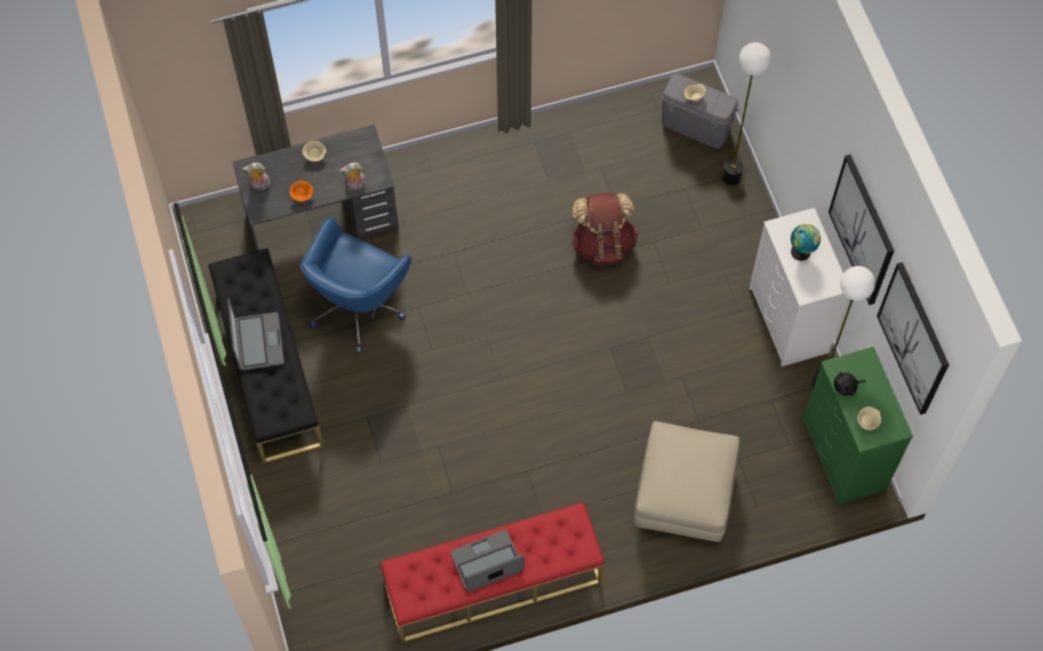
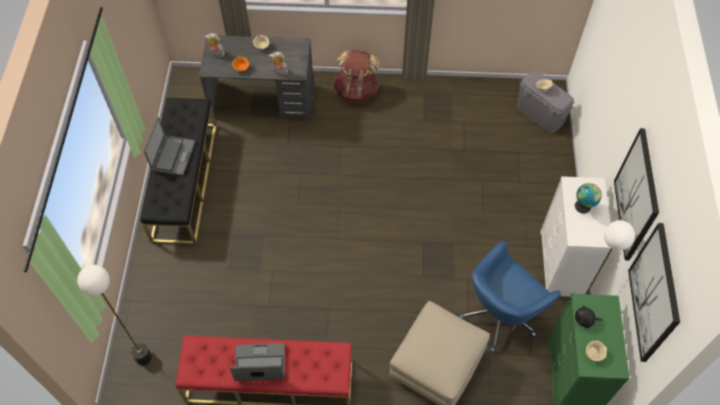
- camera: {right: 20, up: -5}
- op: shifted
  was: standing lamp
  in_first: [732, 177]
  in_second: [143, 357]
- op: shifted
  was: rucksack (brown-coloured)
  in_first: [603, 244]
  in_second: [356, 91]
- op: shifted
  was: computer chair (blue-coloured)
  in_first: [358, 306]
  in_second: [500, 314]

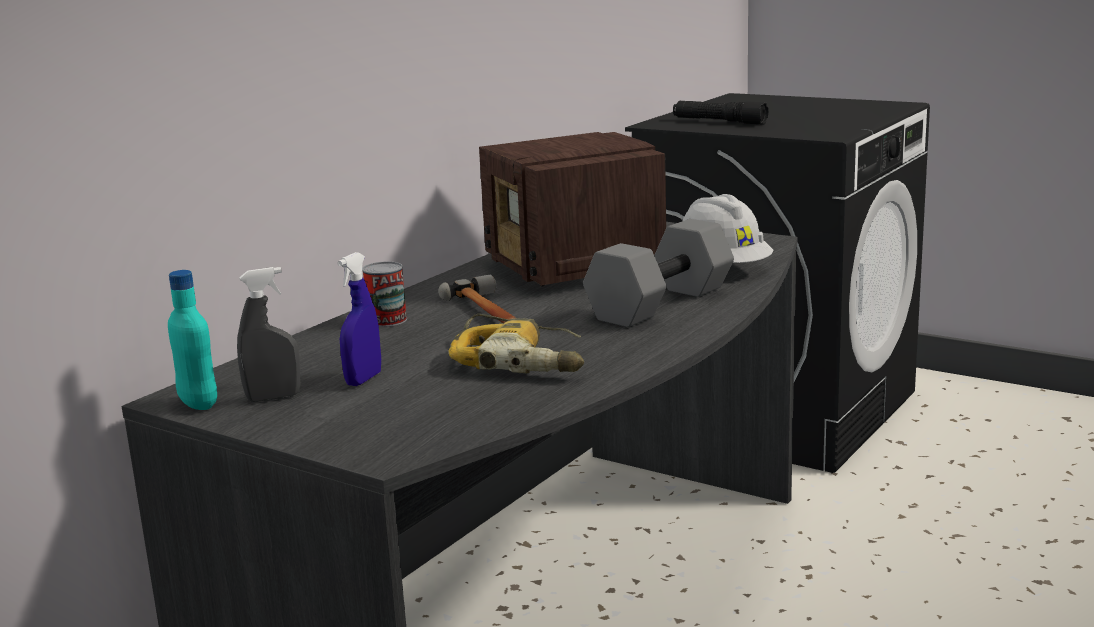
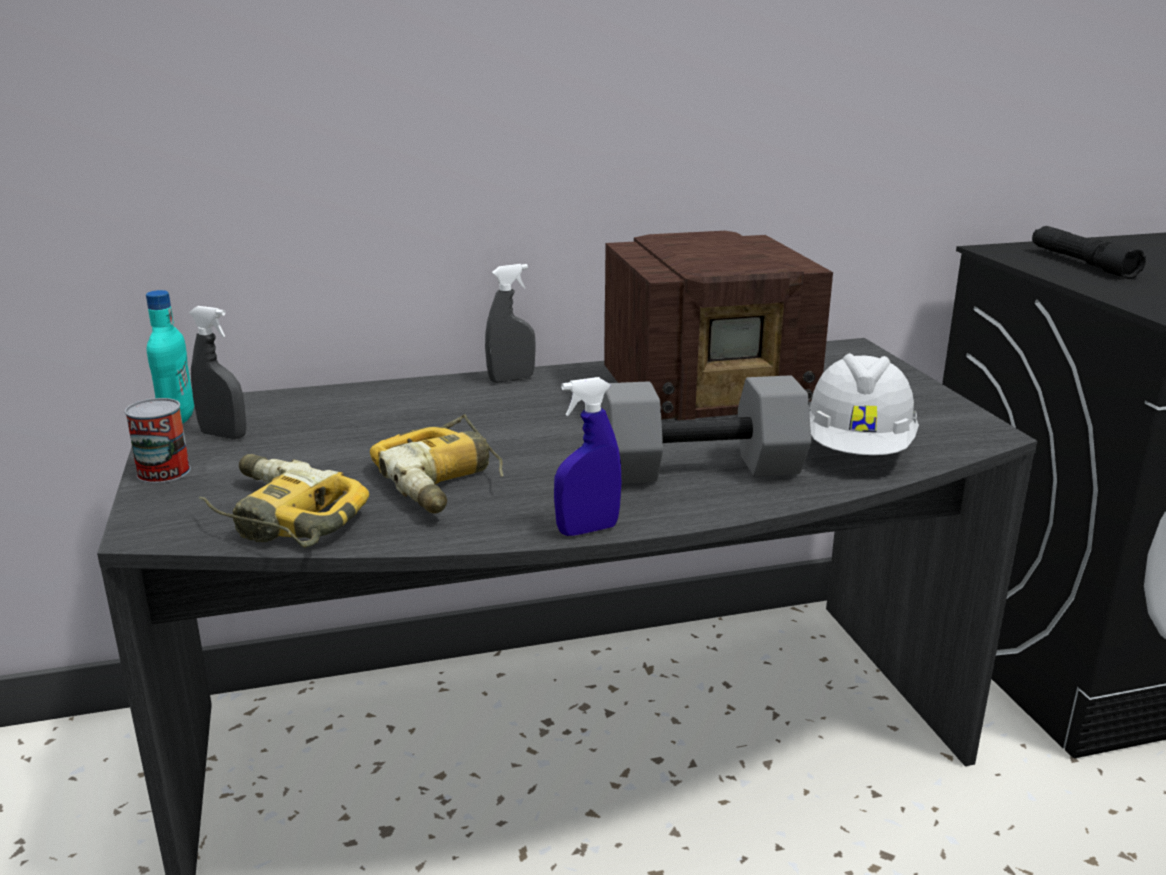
- camera: {right: 40, up: 5}
- op: rotated
  was: radio set
  in_first: [574, 268]
  in_second: [710, 396]
  clockwise: -120
- op: shifted
  was: spray bottle (blue-coloured)
  in_first: [363, 379]
  in_second: [587, 530]
- op: shifted
  was: can
  in_first: [387, 320]
  in_second: [164, 472]
- op: gone
  was: hammer
  in_first: [488, 312]
- op: new
  now: spray bottle (greyish)
  in_second: [511, 379]
- op: new
  now: electric drill
  in_second: [278, 519]

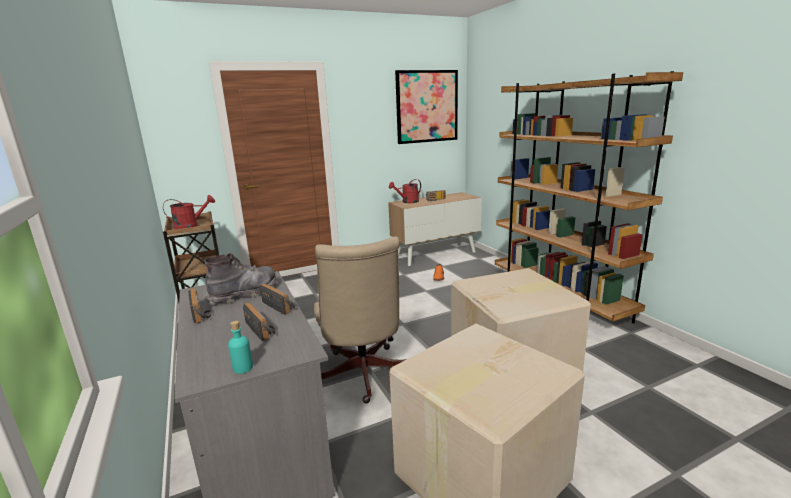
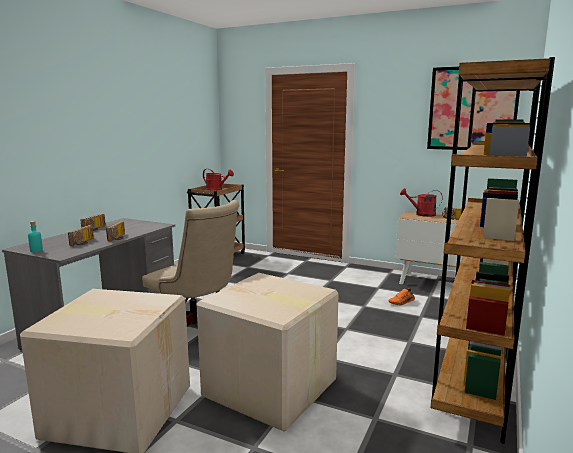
- camera: {right: 50, up: -5}
- op: rotated
  was: computer chair (beige)
  in_first: [363, 376]
  in_second: [197, 330]
  clockwise: -90
- op: gone
  was: tall boot (greyish)
  in_first: [245, 293]

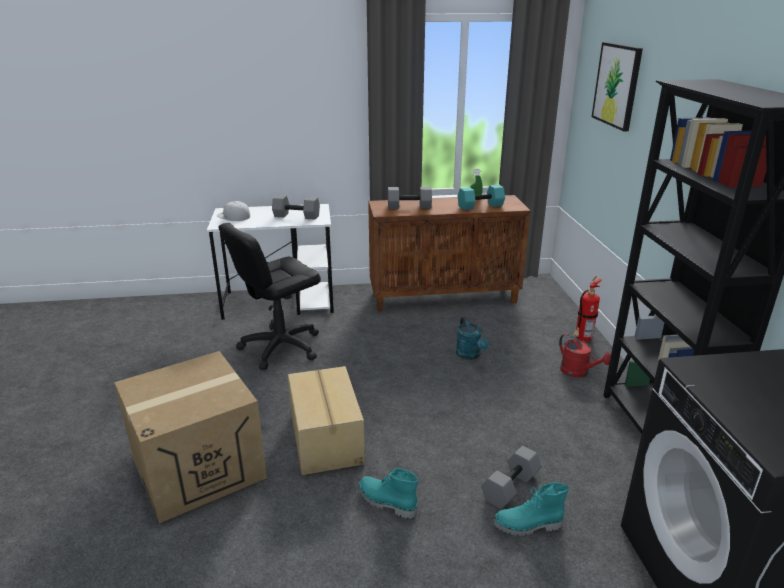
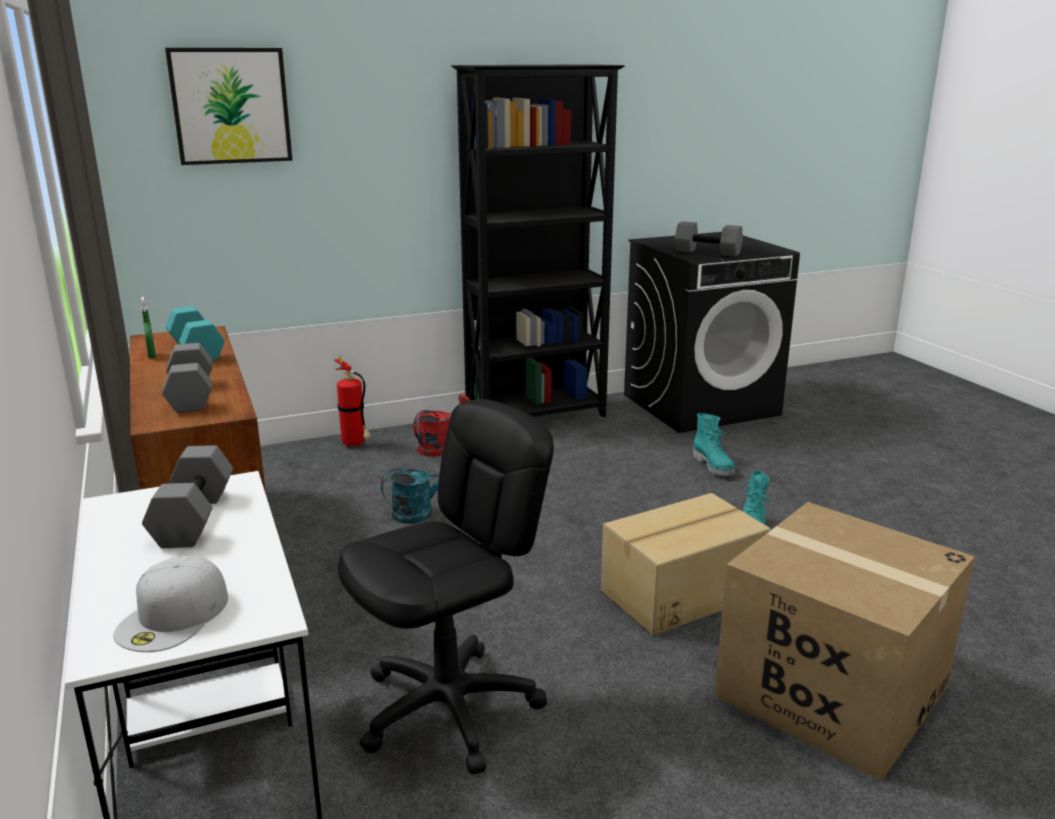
- camera: {right: -105, up: -5}
- op: rotated
  was: computer chair (blackish)
  in_first: [280, 347]
  in_second: [449, 709]
  clockwise: -75
- op: shifted
  was: hand weight (greyish)
  in_first: [511, 488]
  in_second: [708, 252]

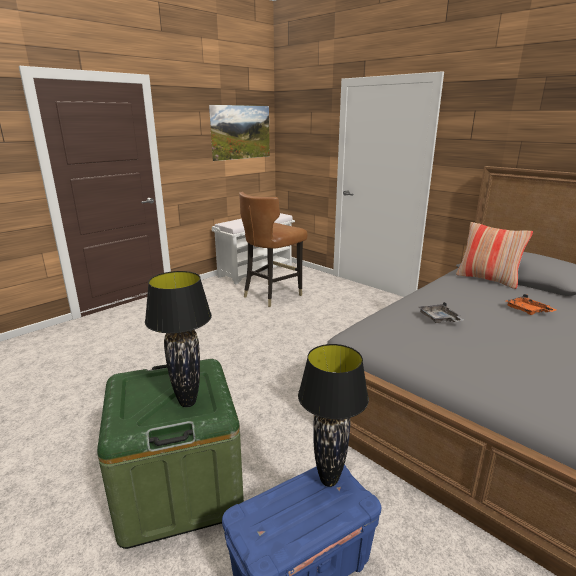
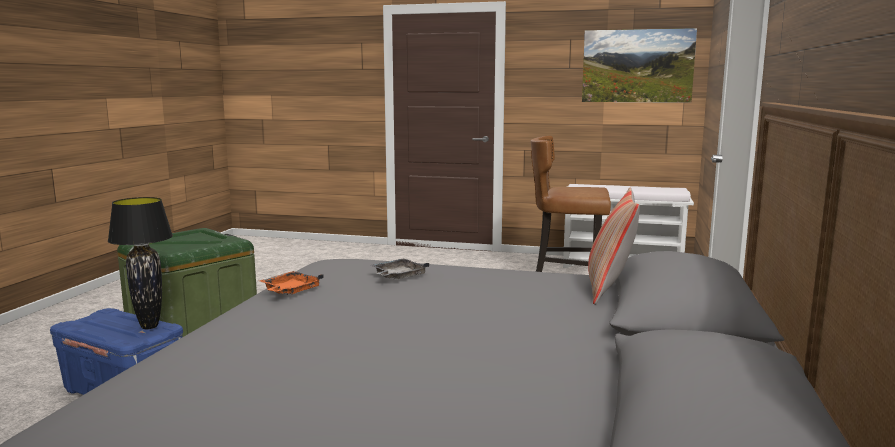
- camera: {right: 60, up: -10}
- op: gone
  was: lamp for a table (blackish)
  in_first: [187, 403]
- op: shifted
  was: tray (orange)
  in_first: [527, 311]
  in_second: [290, 291]

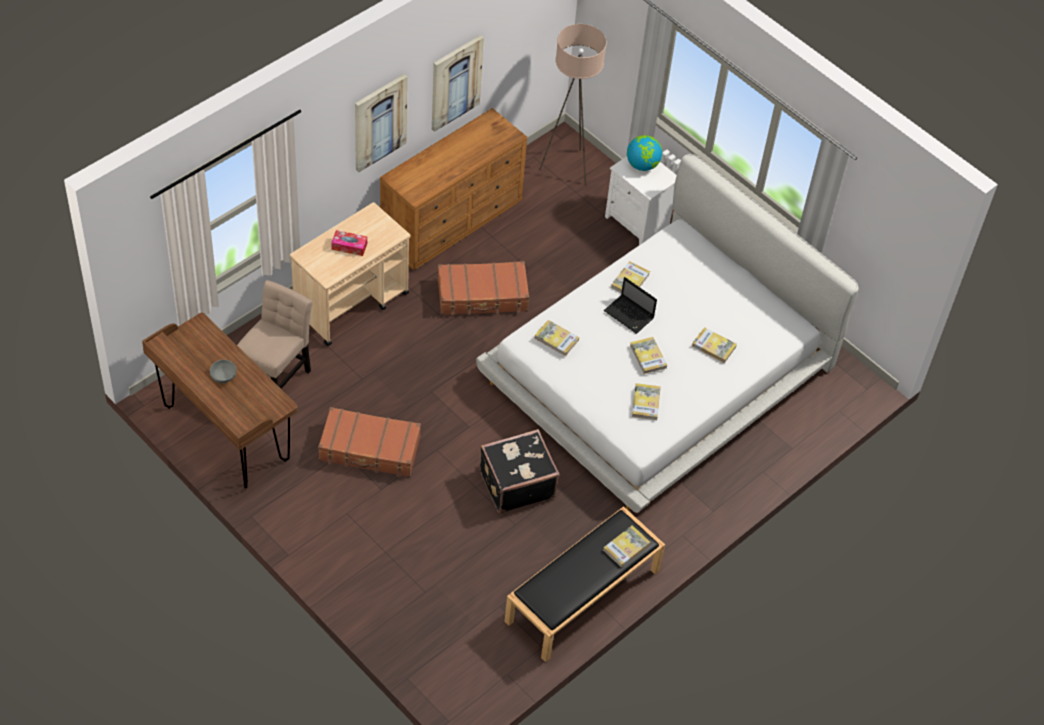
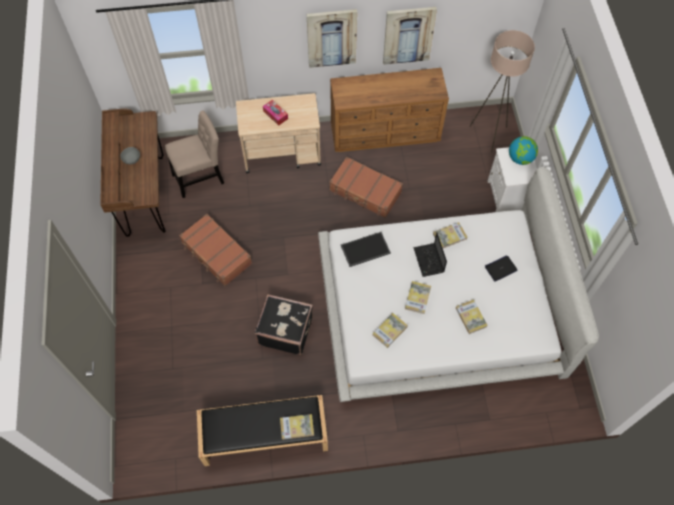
- camera: {right: 40, up: 10}
- op: swapped
  was: book
  now: tray
  in_first: [556, 339]
  in_second: [365, 250]
- op: new
  now: laptop
  in_second: [501, 268]

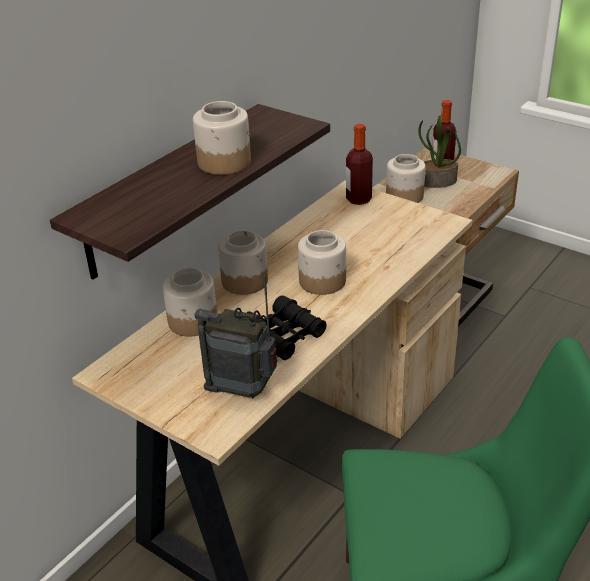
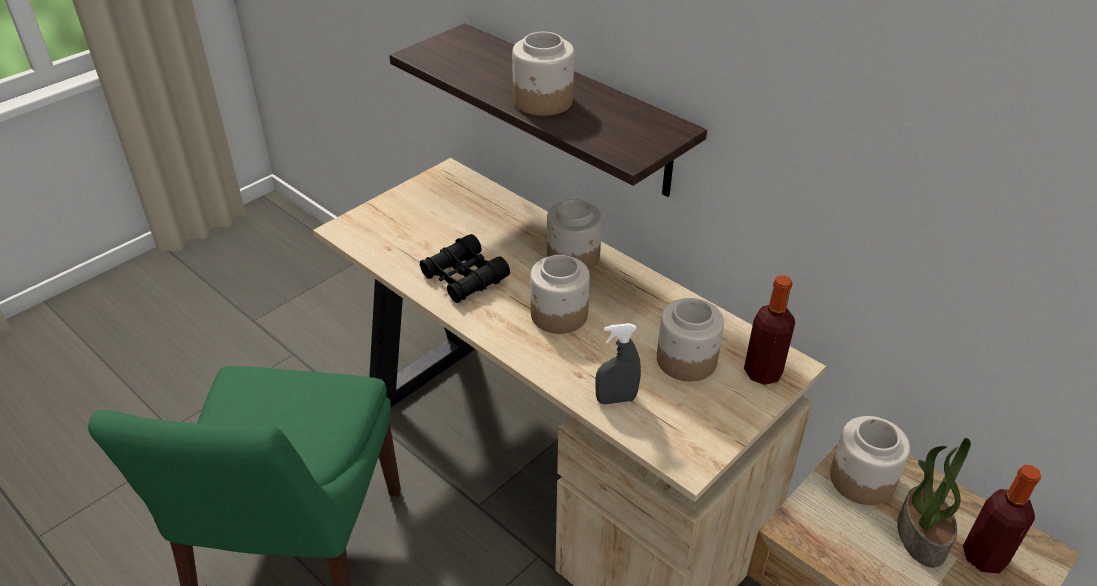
- camera: {right: 95, up: 5}
- op: shifted
  was: jar
  in_first: [193, 321]
  in_second: [685, 360]
- op: gone
  was: radio set
  in_first: [243, 390]
- op: new
  now: spray bottle (greyish)
  in_second: [616, 399]

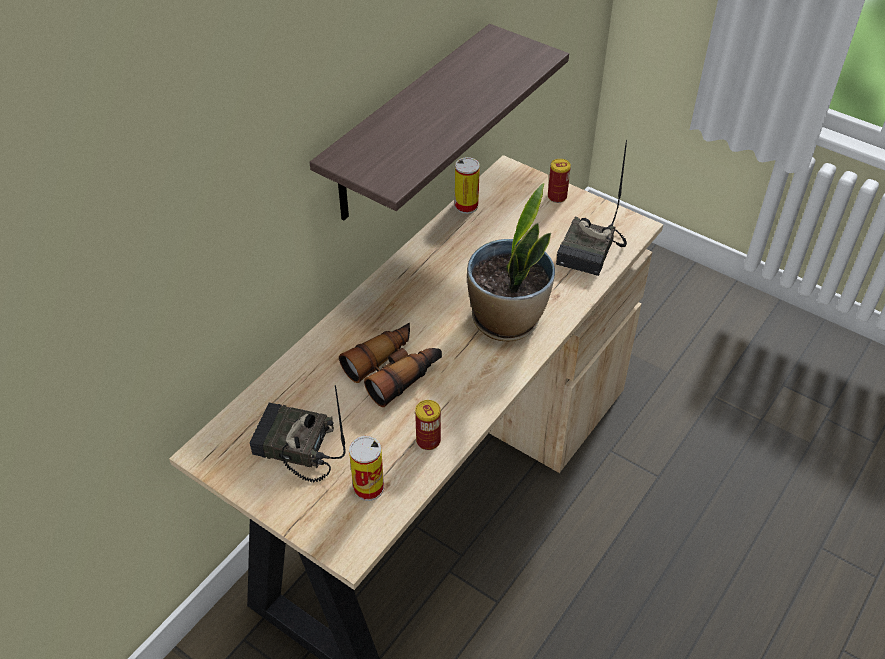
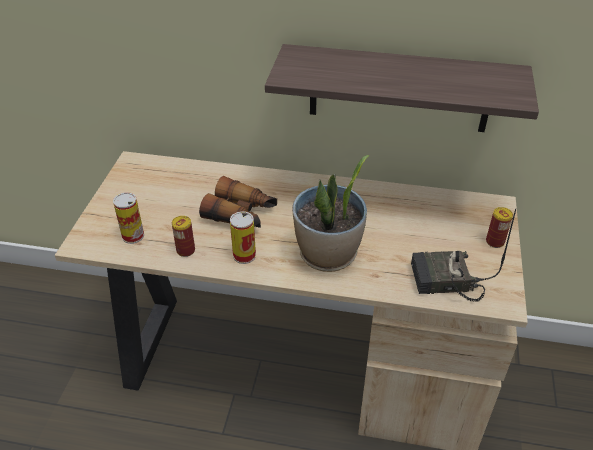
- camera: {right: 65, up: -5}
- op: shifted
  was: can
  in_first: [466, 206]
  in_second: [244, 255]
- op: gone
  was: radio set
  in_first: [294, 448]

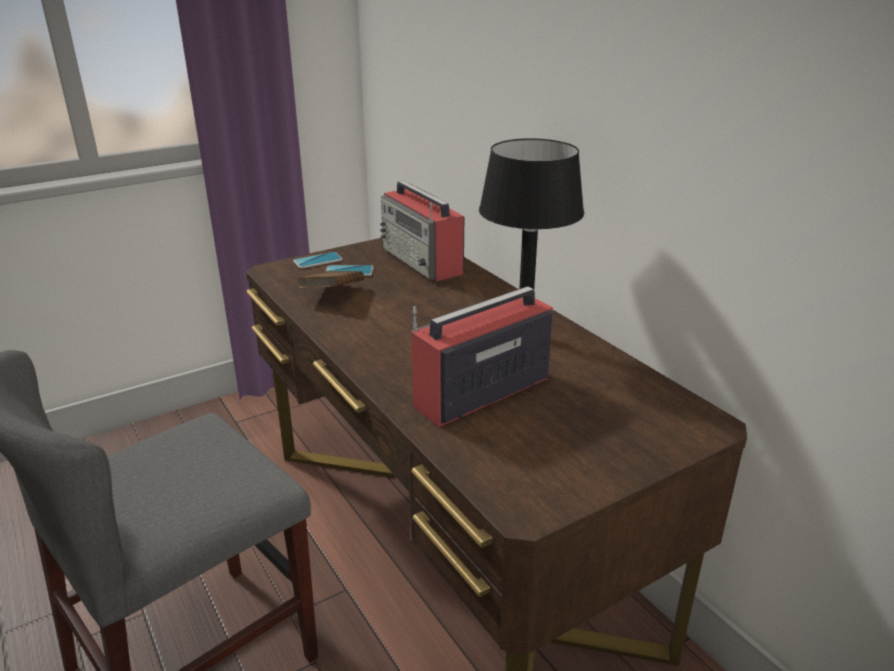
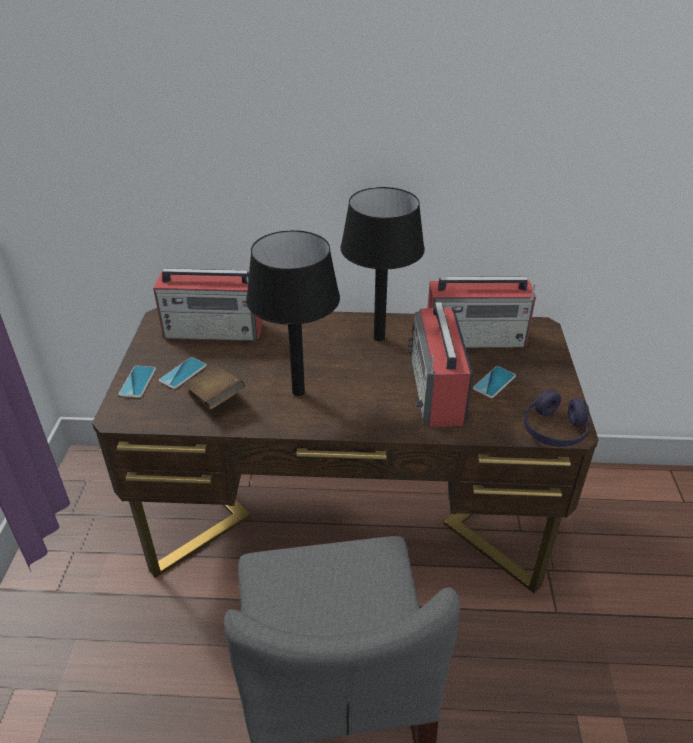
- camera: {right: -55, up: 10}
- op: new
  now: lamp for a table (blackish)
  in_second: [298, 392]
- op: new
  now: radio set
  in_second: [477, 338]
- op: new
  now: handset
  in_second: [494, 382]
- op: new
  now: headset (purple)
  in_second: [554, 430]

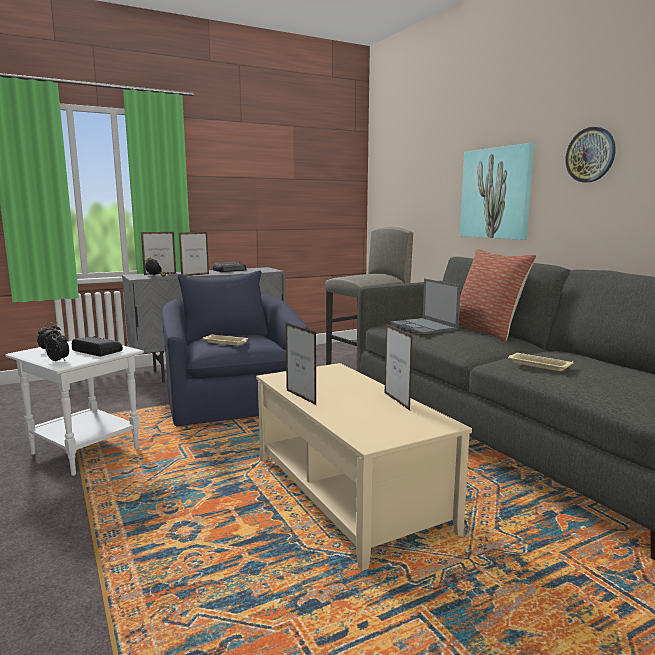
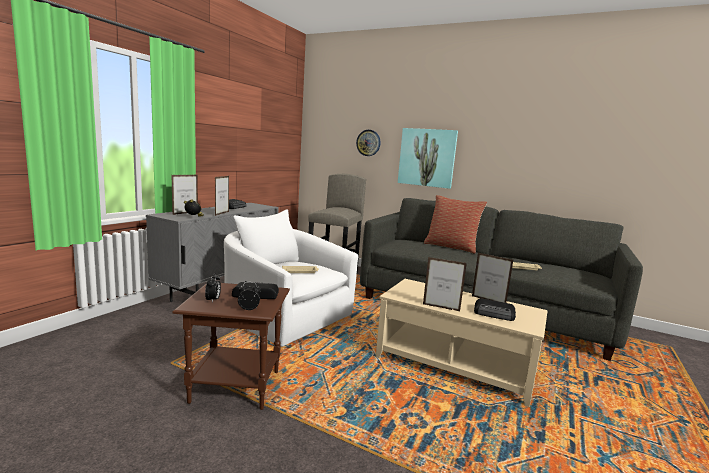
- camera: {right: -35, up: 0}
- op: shifted
  was: hanging clock
  in_first: [590, 155]
  in_second: [368, 143]
- op: repainted
  was: armchair (blue-coloured)
  now: armchair (white)
  in_first: [233, 401]
  in_second: [284, 317]
- op: gone
  was: laptop
  in_first: [424, 326]
- op: repainted
  was: accent table (white)
  now: accent table (brown-coloured)
  in_first: [84, 451]
  in_second: [234, 387]
- op: new
  now: radio set
  in_second: [494, 314]

